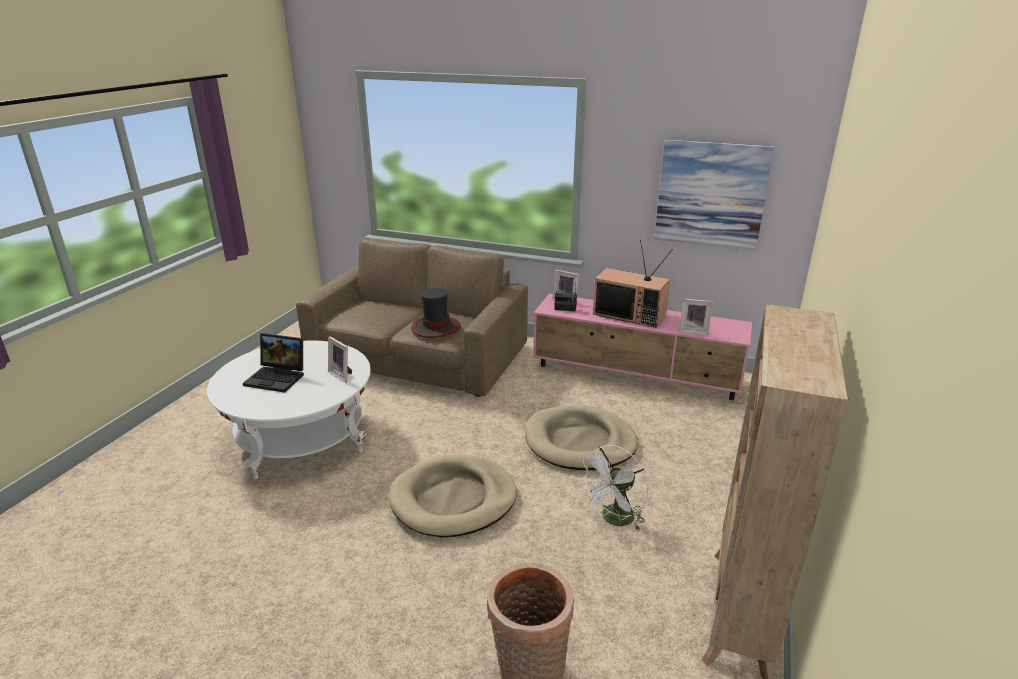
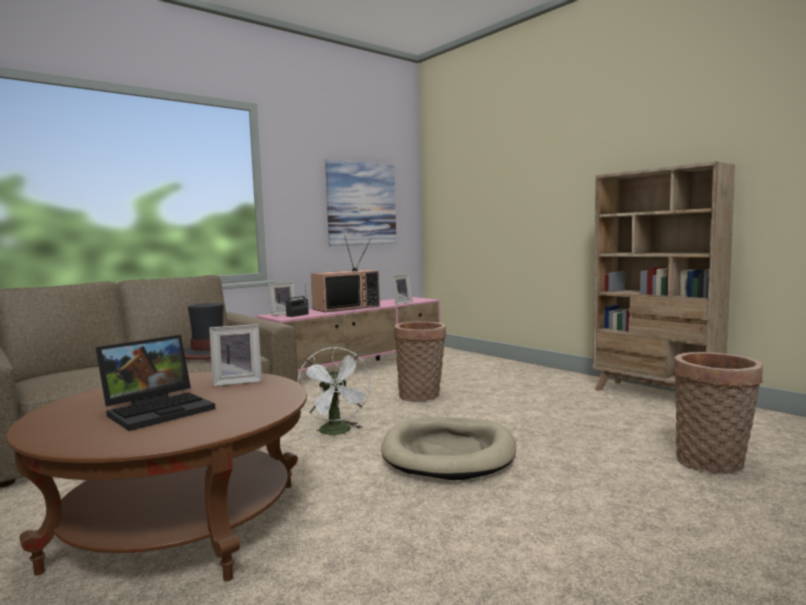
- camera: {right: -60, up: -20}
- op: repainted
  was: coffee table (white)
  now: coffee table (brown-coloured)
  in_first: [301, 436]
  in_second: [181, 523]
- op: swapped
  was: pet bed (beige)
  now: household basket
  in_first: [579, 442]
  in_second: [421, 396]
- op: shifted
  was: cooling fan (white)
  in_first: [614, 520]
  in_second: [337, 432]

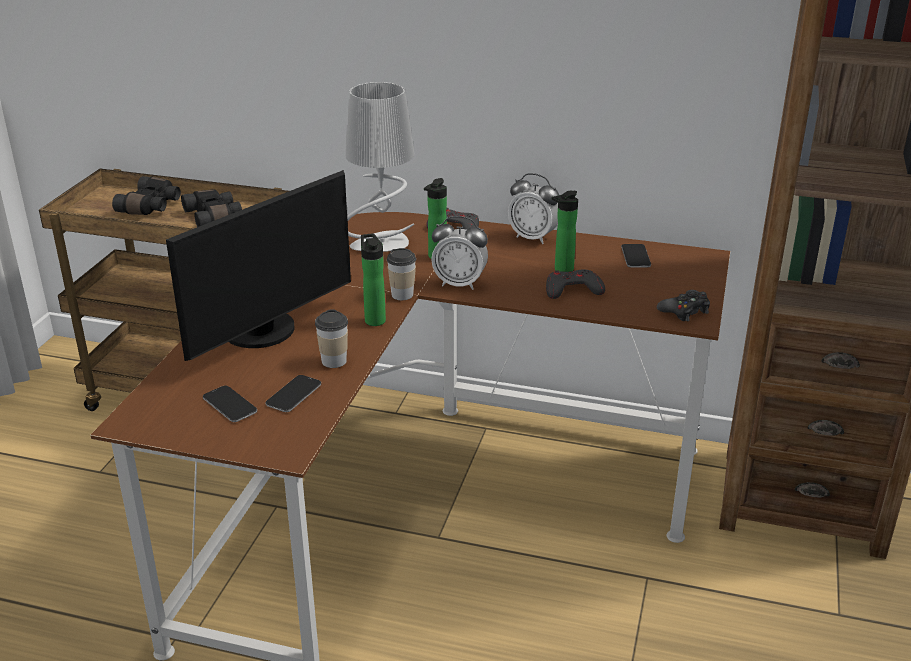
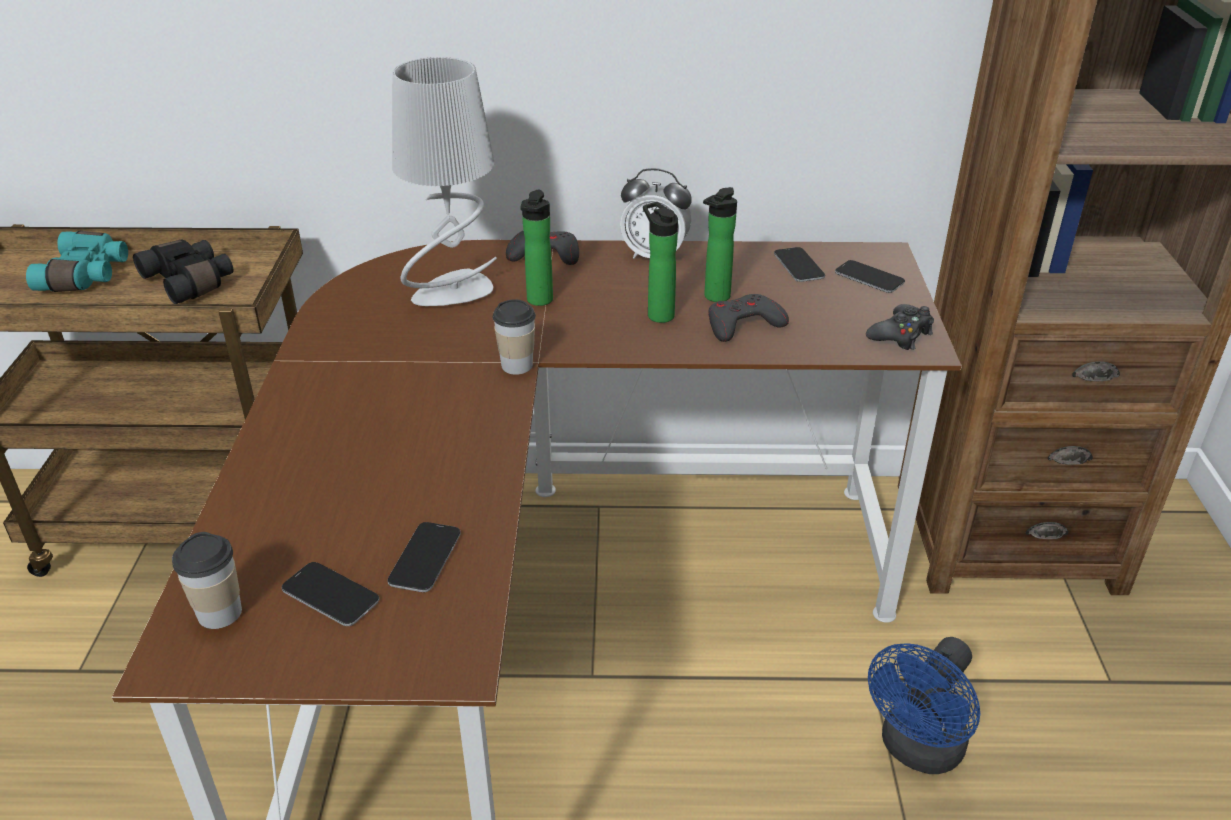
- camera: {right: -15, up: 5}
- op: gone
  was: computer display
  in_first: [264, 332]
- op: repainted
  was: binoculars (blackish)
  now: binoculars (turquoise)
  in_first: [151, 206]
  in_second: [87, 275]
- op: gone
  was: alarm clock
  in_first: [459, 283]
- op: shifted
  was: bottle
  in_first: [374, 319]
  in_second: [658, 314]
- op: shifted
  was: drinking cup
  in_first: [334, 361]
  in_second: [219, 613]
- op: new
  now: handset
  in_second: [869, 278]
- op: new
  now: cooling fan (blue-coloured)
  in_second: [917, 750]

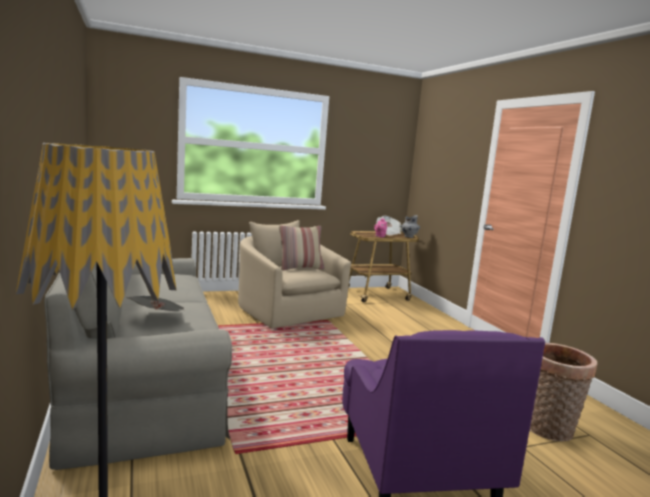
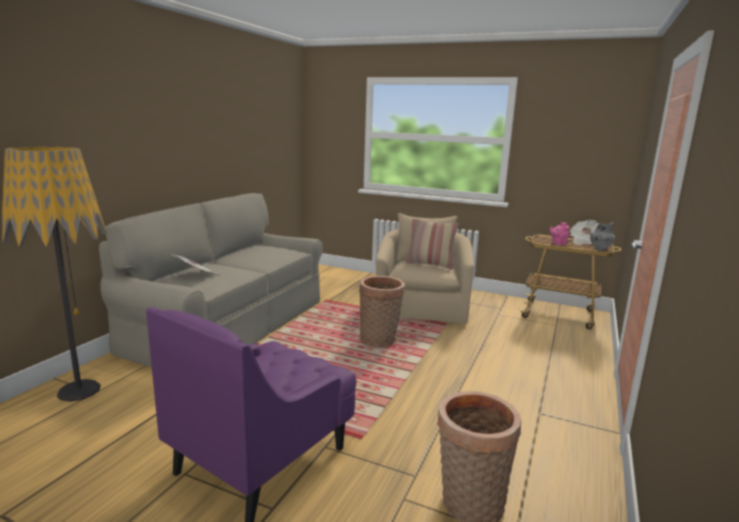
- camera: {right: 45, up: 5}
- op: new
  now: household basket
  in_second: [379, 341]

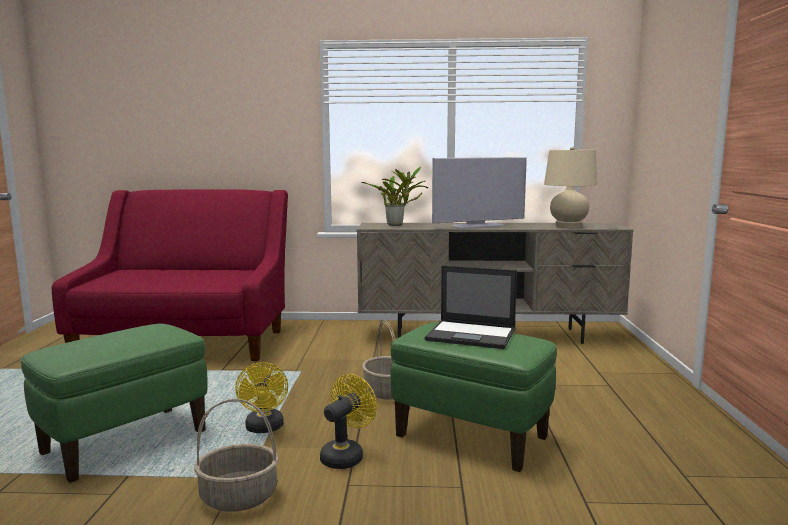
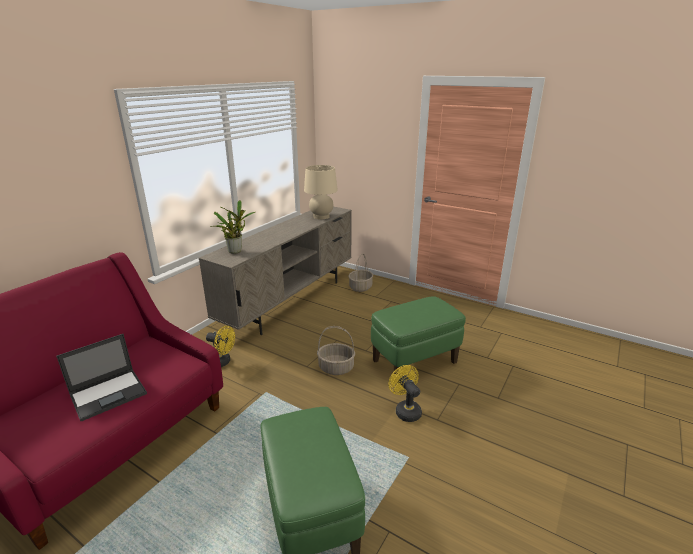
- camera: {right: -60, up: 15}
- op: gone
  was: TV set
  in_first: [477, 226]
- op: shifted
  was: laptop
  in_first: [472, 335]
  in_second: [109, 394]
- op: shifted
  was: cooling fan (yellow-coloured)
  in_first: [264, 428]
  in_second: [222, 362]
- op: shifted
  was: household basket
  in_first: [238, 497]
  in_second: [360, 287]

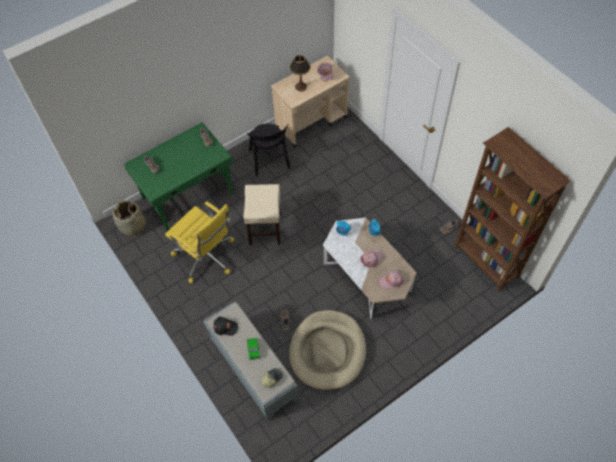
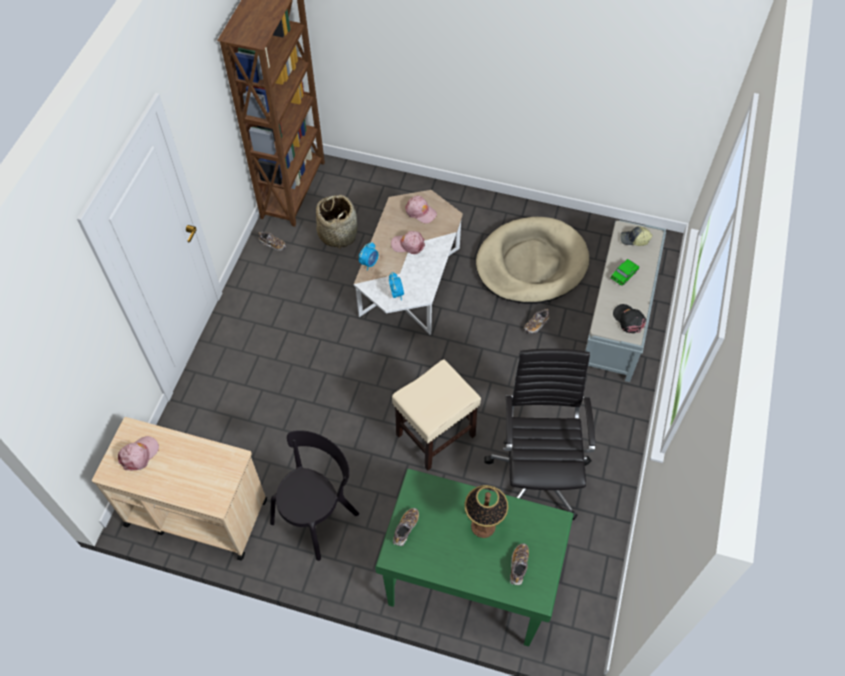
- camera: {right: -130, up: 0}
- op: shifted
  was: lamp for a table
  in_first: [300, 86]
  in_second: [483, 526]
- op: shifted
  was: household basket
  in_first: [133, 226]
  in_second: [338, 234]
- op: repainted
  was: computer chair (yellow-coloured)
  now: computer chair (blackish)
  in_first: [206, 257]
  in_second: [538, 472]

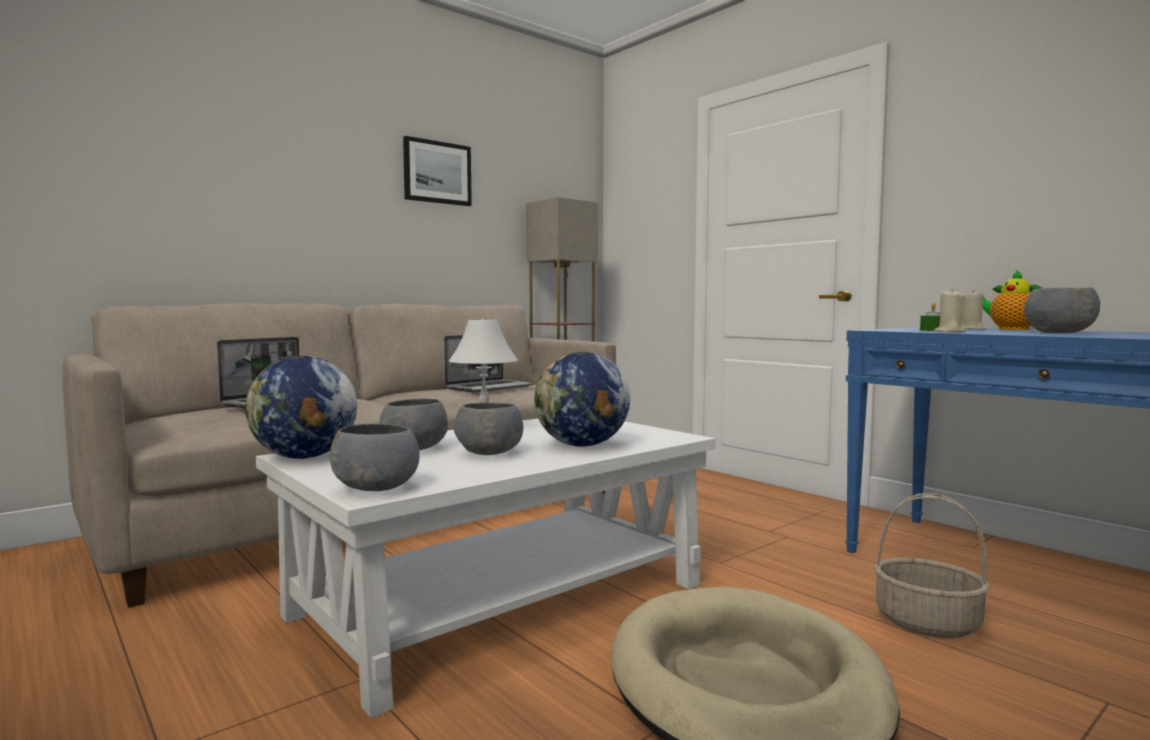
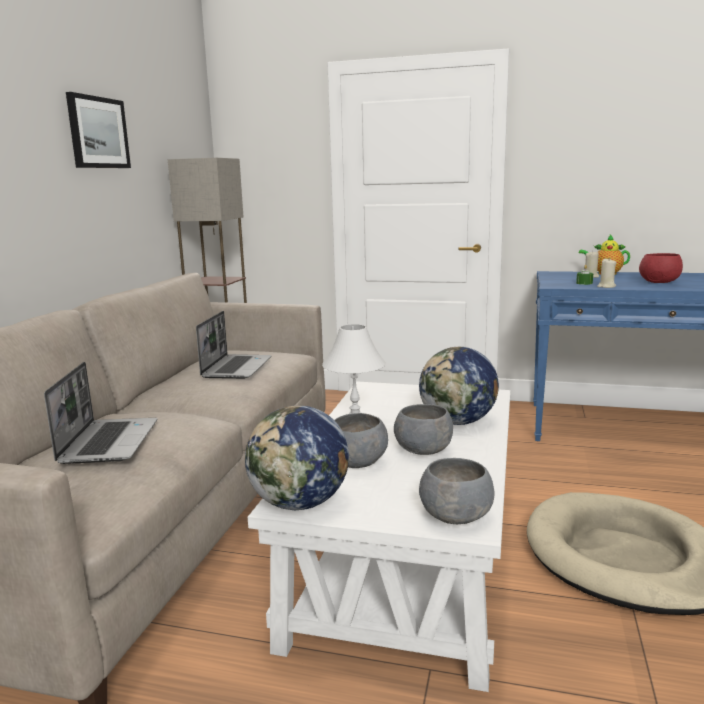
- camera: {right: -35, up: 10}
- op: repainted
  was: bowl (greyish)
  now: bowl (red-coloured)
  in_first: [1060, 333]
  in_second: [659, 282]
- op: gone
  was: household basket
  in_first: [928, 623]

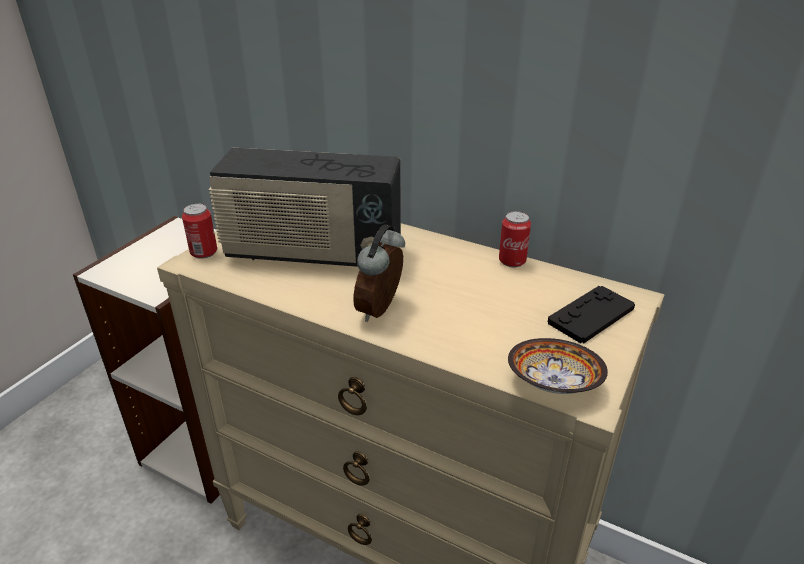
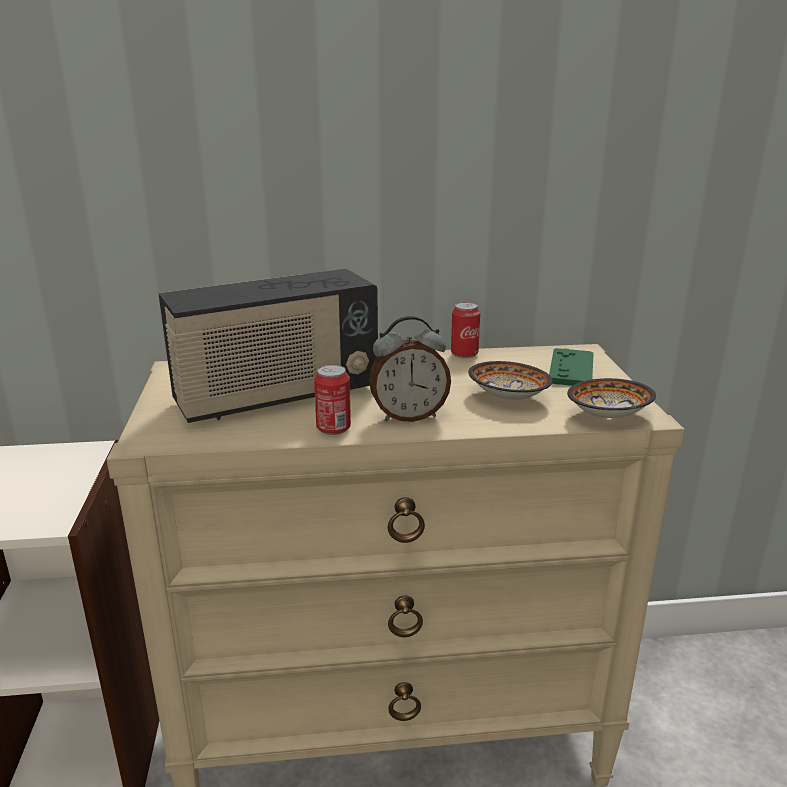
- camera: {right: -35, up: -10}
- op: shifted
  was: can
  in_first: [204, 252]
  in_second: [333, 428]
- op: rotated
  was: alarm clock
  in_first: [382, 310]
  in_second: [408, 416]
  clockwise: -90
- op: repainted
  was: gamepad (blackish)
  now: gamepad (greenish)
  in_first: [591, 315]
  in_second: [571, 369]
- op: new
  now: bowl
  in_second: [507, 396]

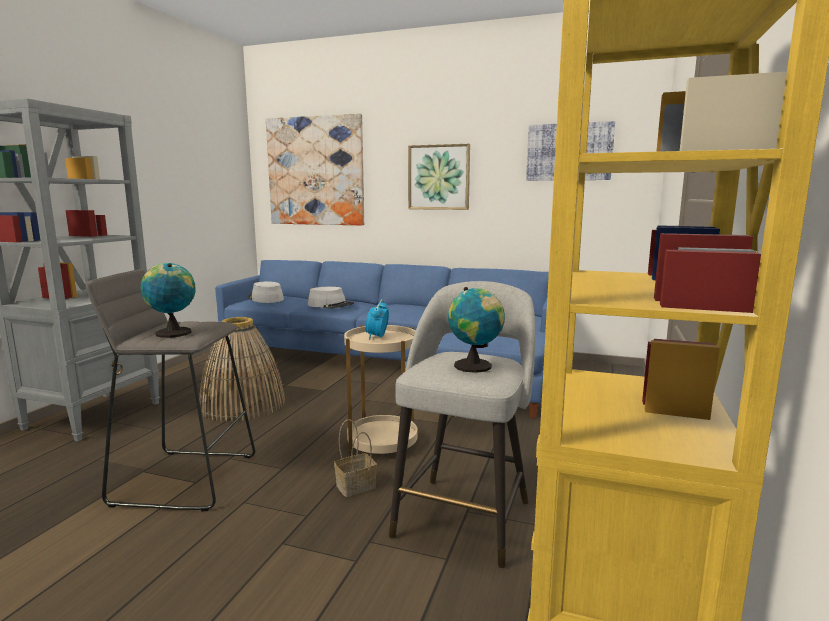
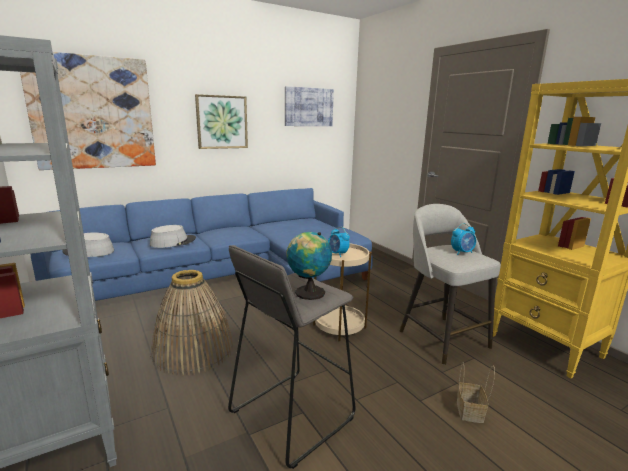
- camera: {right: -50, up: 5}
- op: swapped
  was: desk globe
  now: alarm clock
  in_first: [475, 366]
  in_second: [462, 252]
- op: shifted
  was: household basket
  in_first: [355, 487]
  in_second: [470, 412]

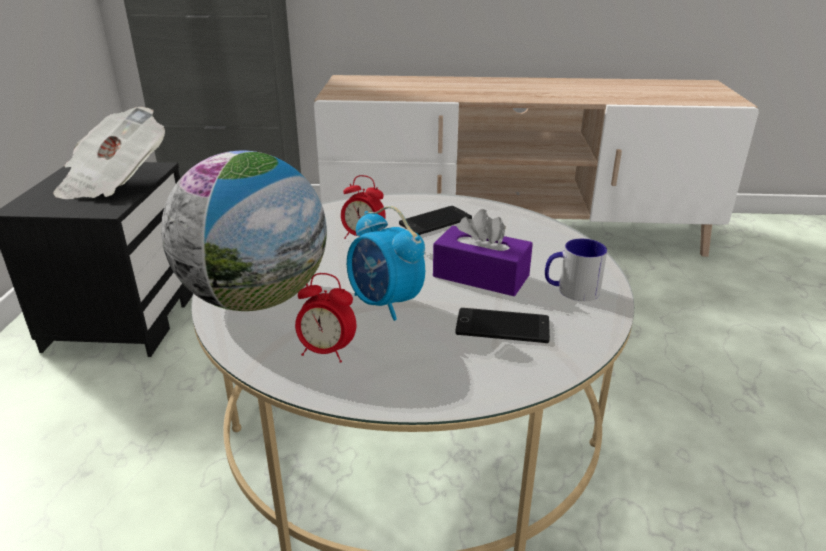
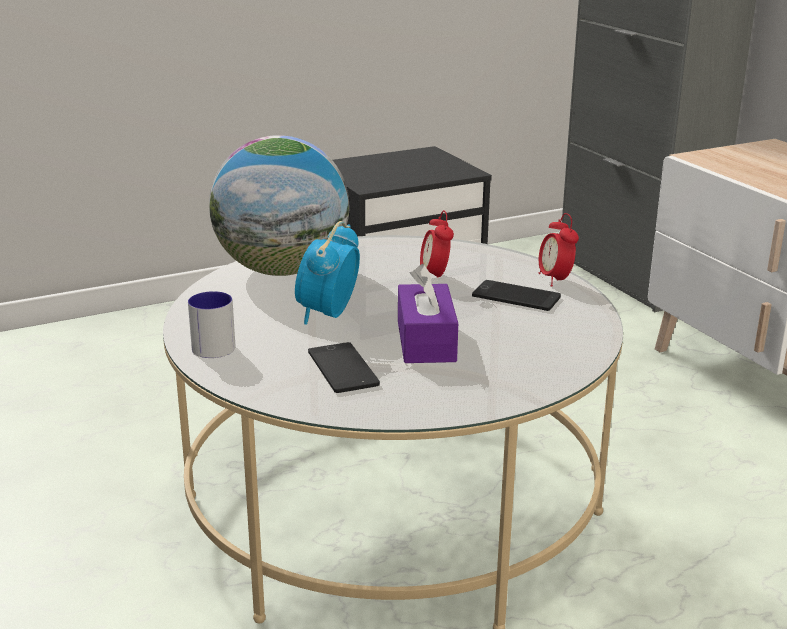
- camera: {right: 60, up: -5}
- op: gone
  was: daily paper
  in_first: [114, 182]
- op: shifted
  was: tea mug
  in_first: [571, 290]
  in_second: [210, 345]
- op: shifted
  was: alarm clock
  in_first: [326, 352]
  in_second: [555, 280]

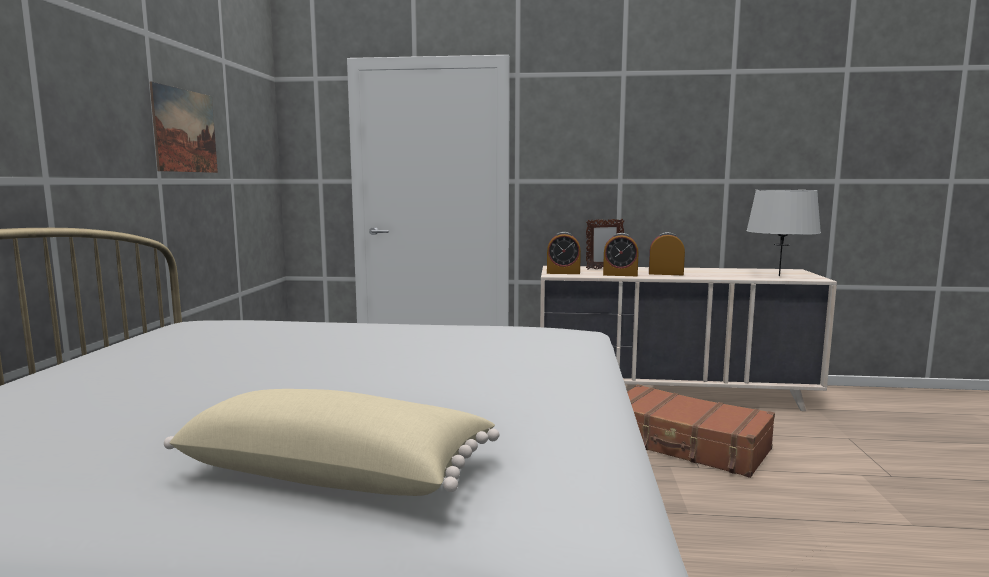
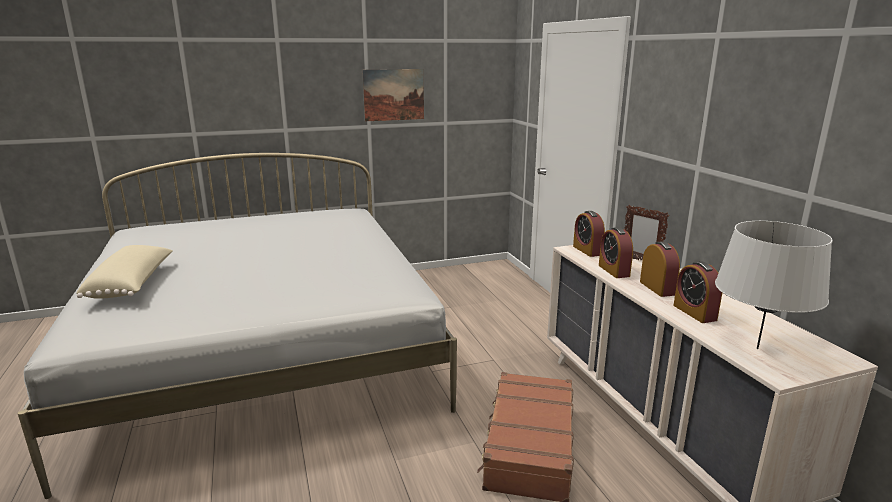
- camera: {right: 65, up: 10}
- op: new
  now: alarm clock
  in_second: [694, 312]

